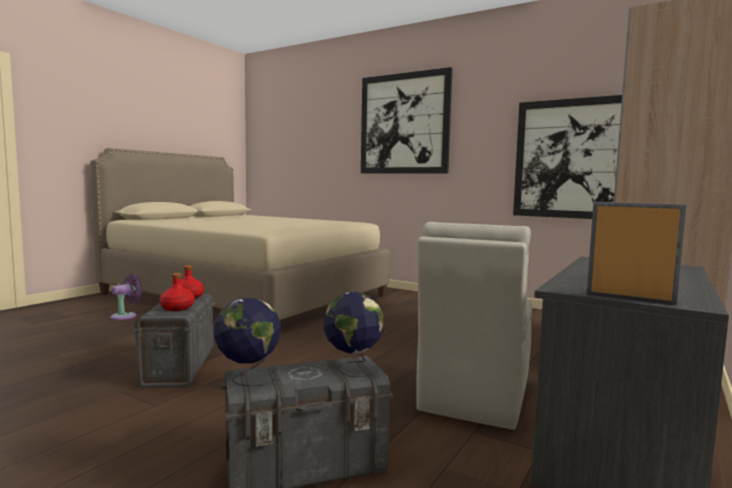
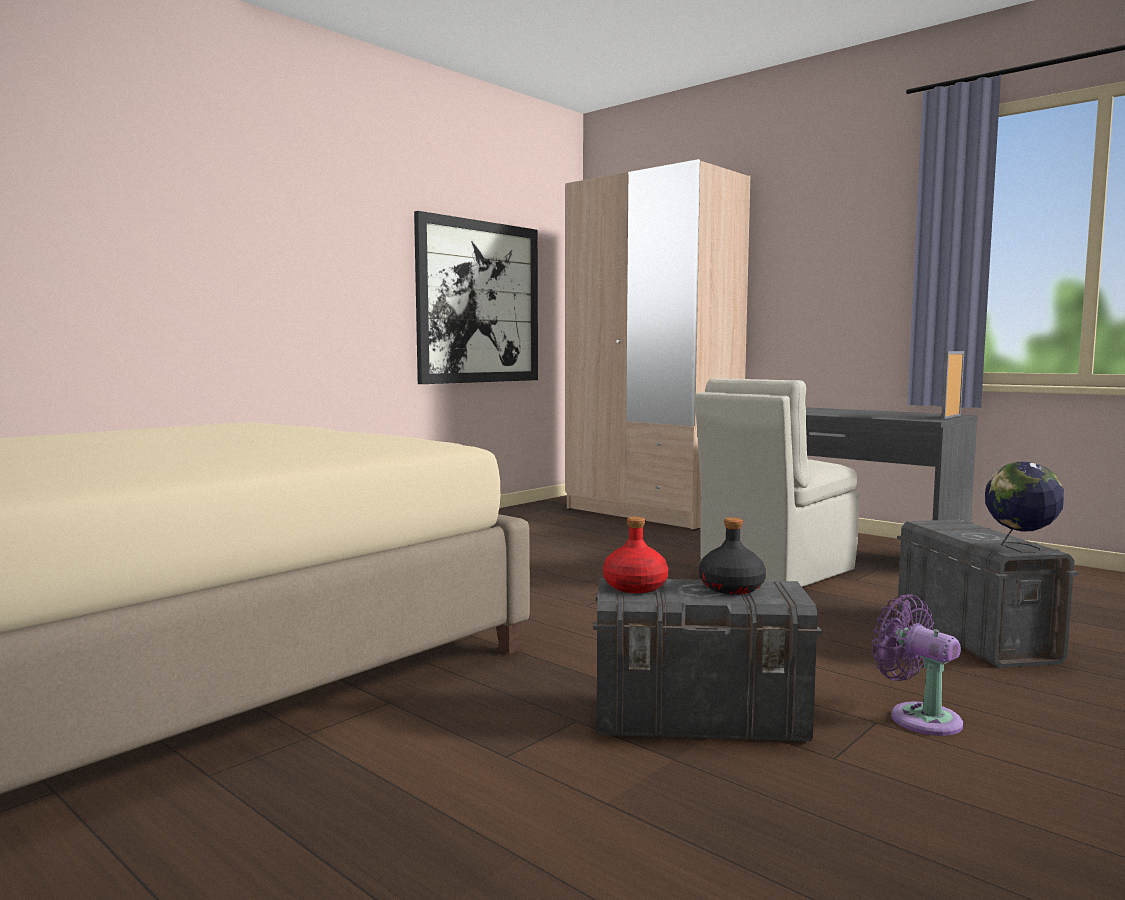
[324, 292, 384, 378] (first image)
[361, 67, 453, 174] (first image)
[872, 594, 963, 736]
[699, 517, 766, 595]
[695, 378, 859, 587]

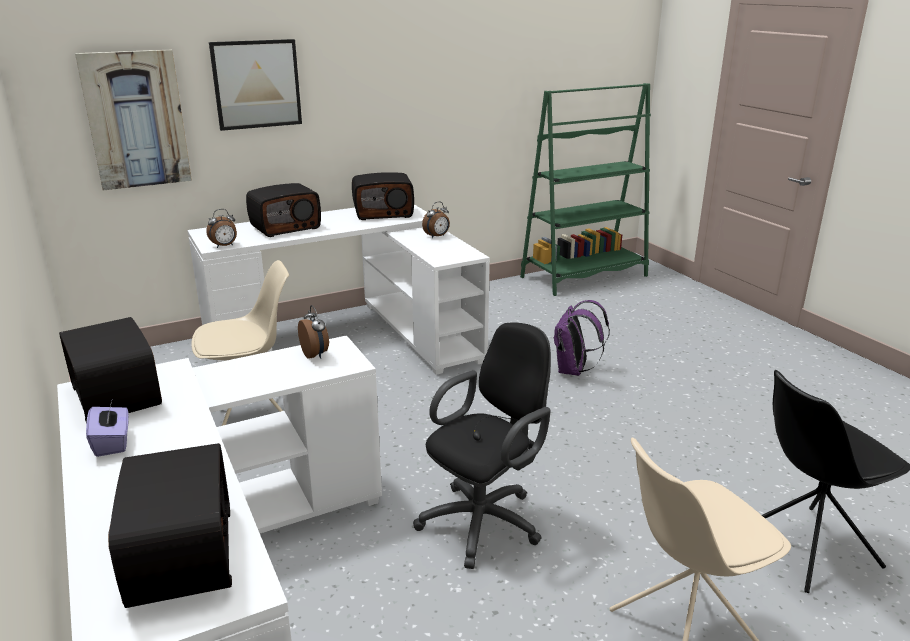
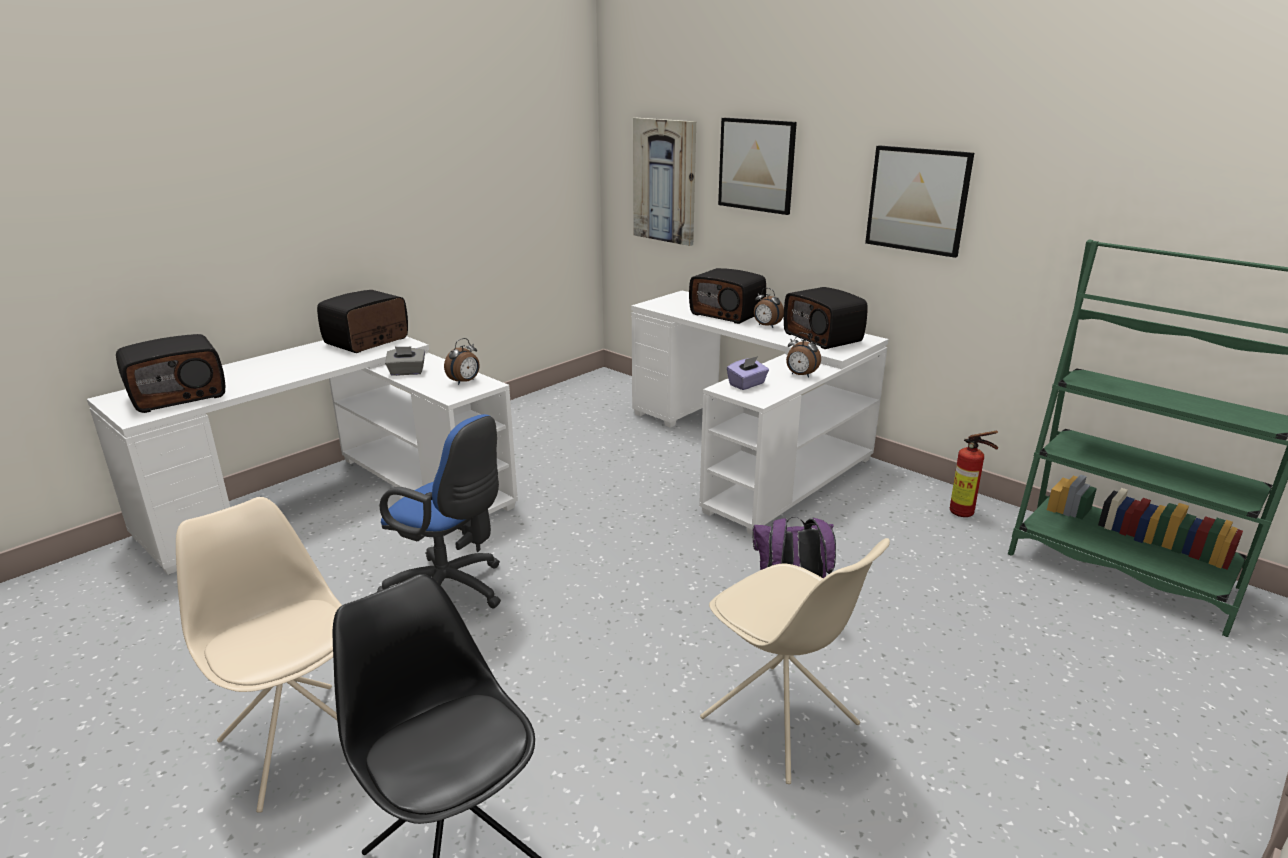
[385, 346, 425, 376]
[865, 145, 974, 258]
[950, 431, 998, 517]
[727, 356, 769, 390]
[700, 538, 890, 784]
[754, 288, 784, 328]
[377, 414, 501, 608]

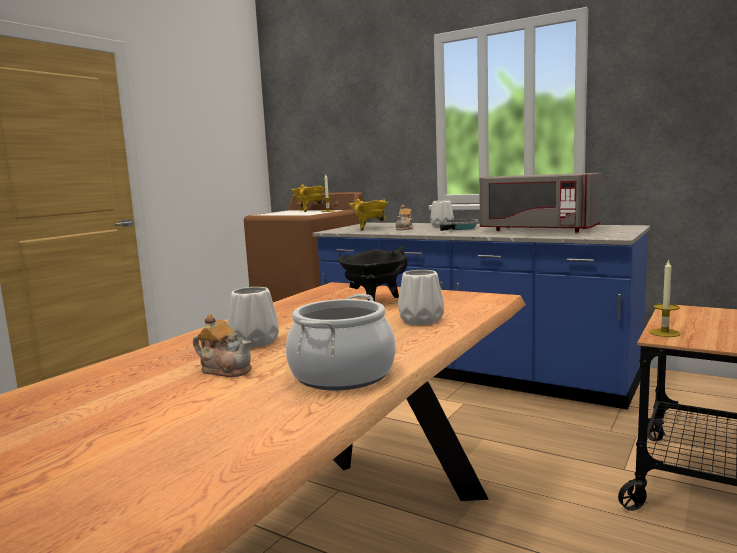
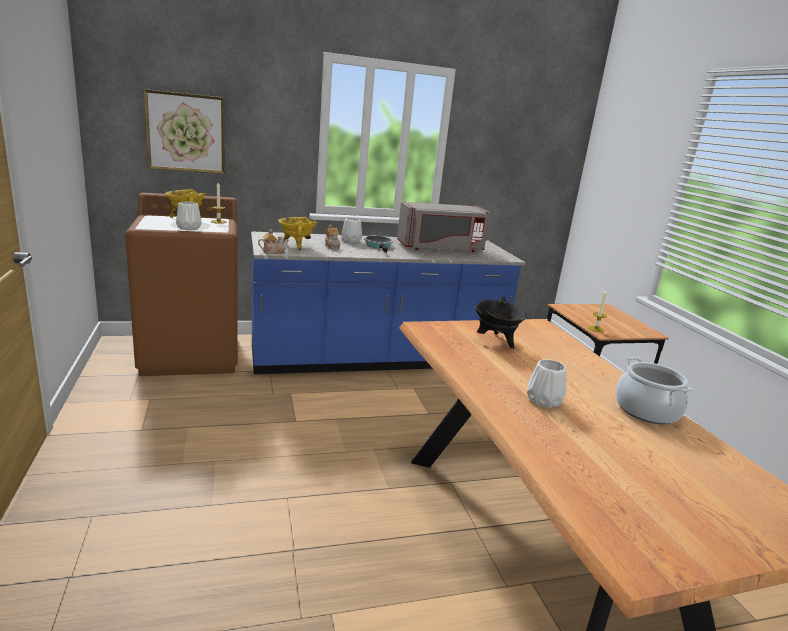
[144, 89, 225, 174]
[258, 229, 289, 254]
[176, 202, 201, 231]

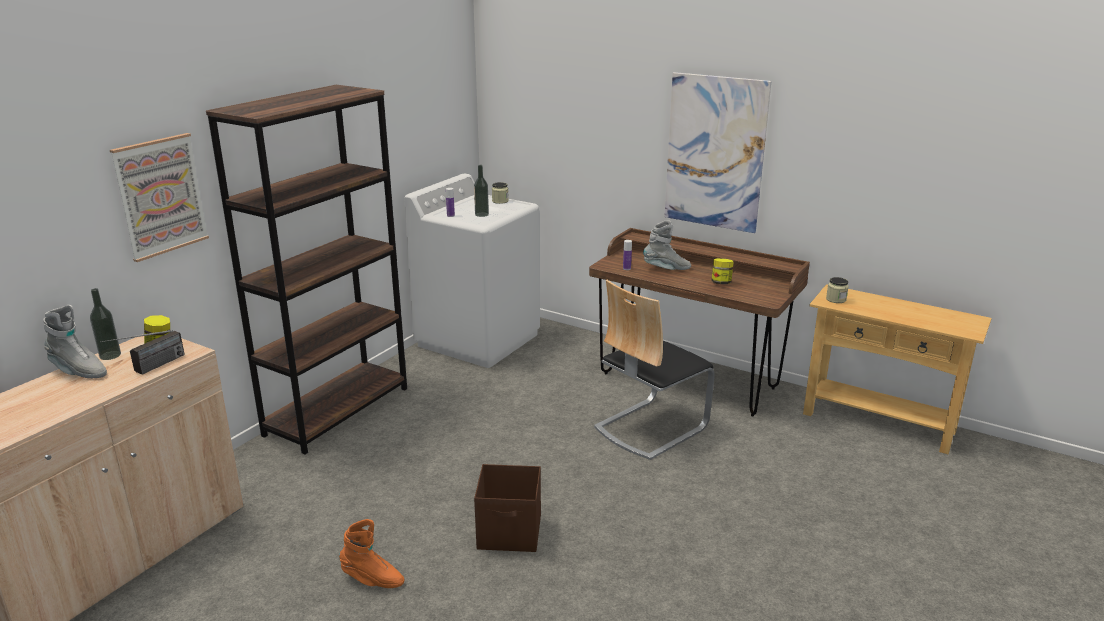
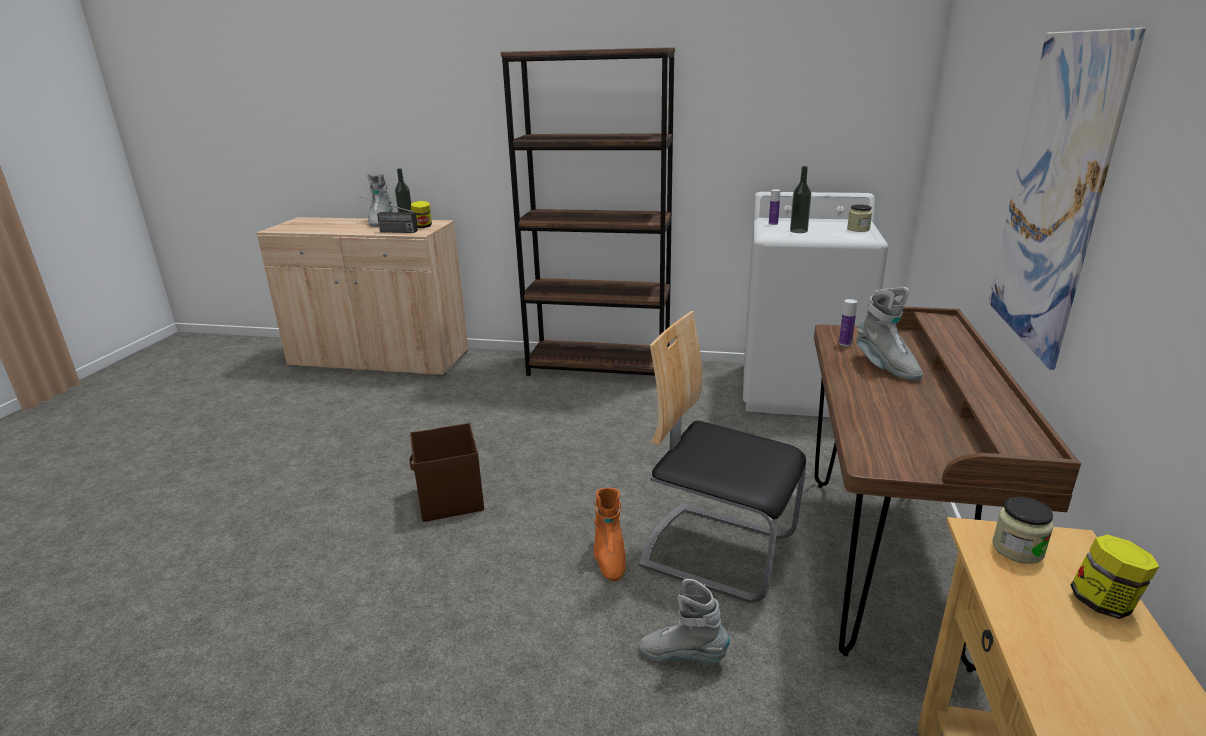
[110, 133, 209, 262] (first image)
[639, 579, 730, 664]
[594, 488, 626, 581]
[1071, 535, 1160, 619]

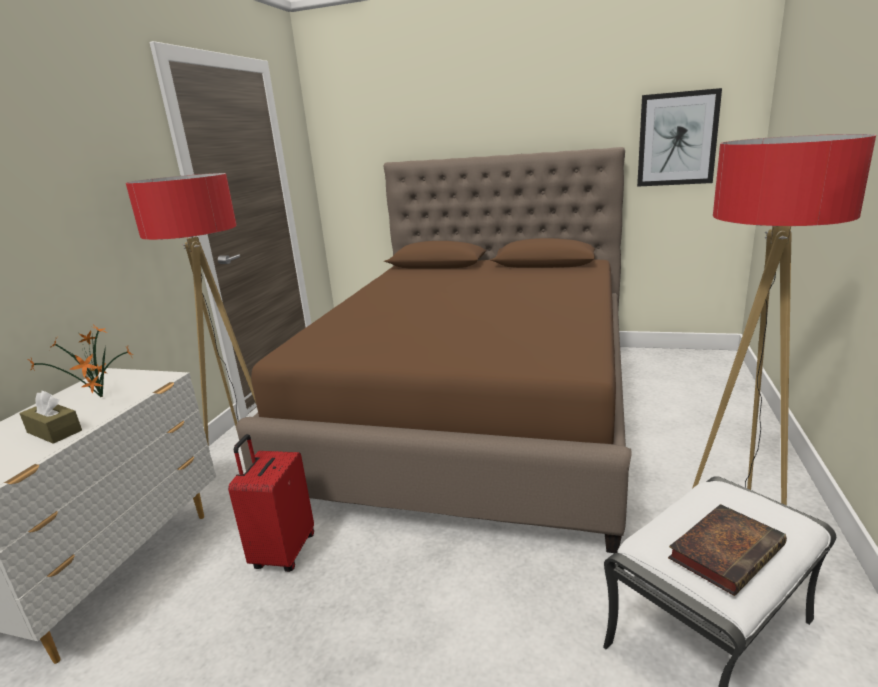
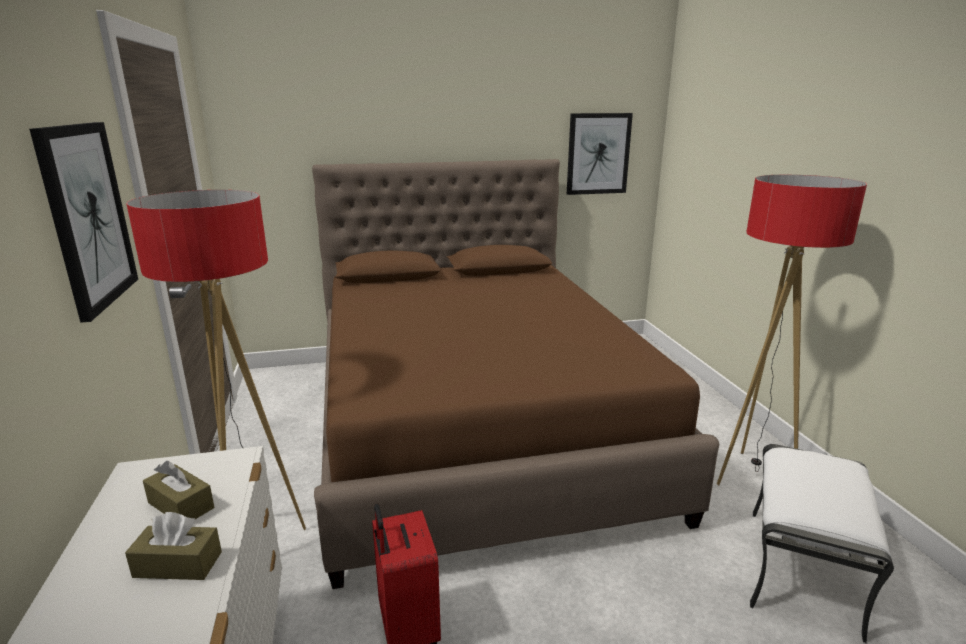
[668, 504, 787, 596] (first image)
[29, 122, 138, 323]
[143, 461, 214, 519]

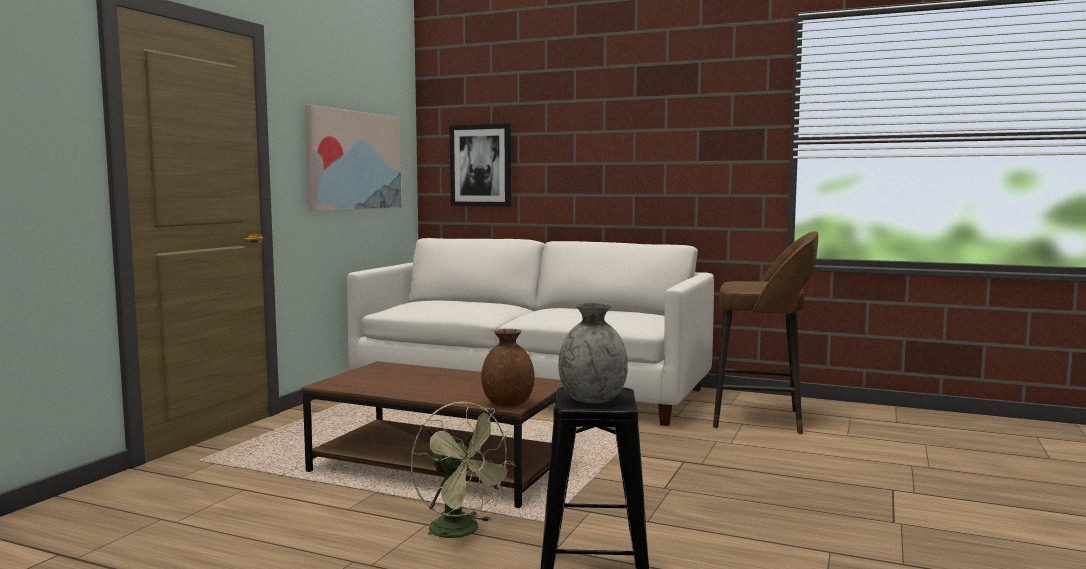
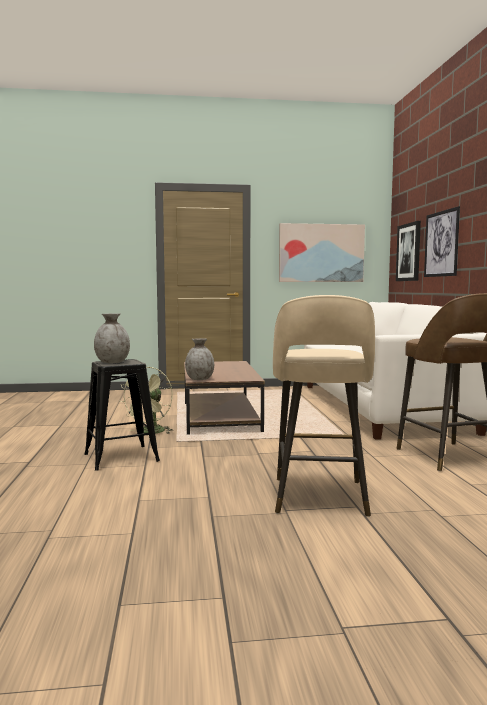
[273, 295, 375, 517]
[424, 206, 460, 277]
[185, 338, 214, 380]

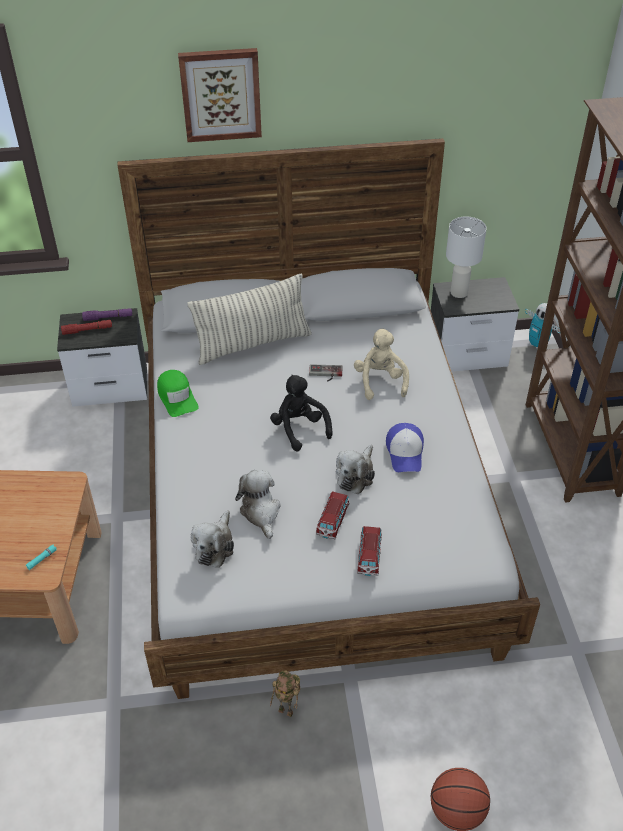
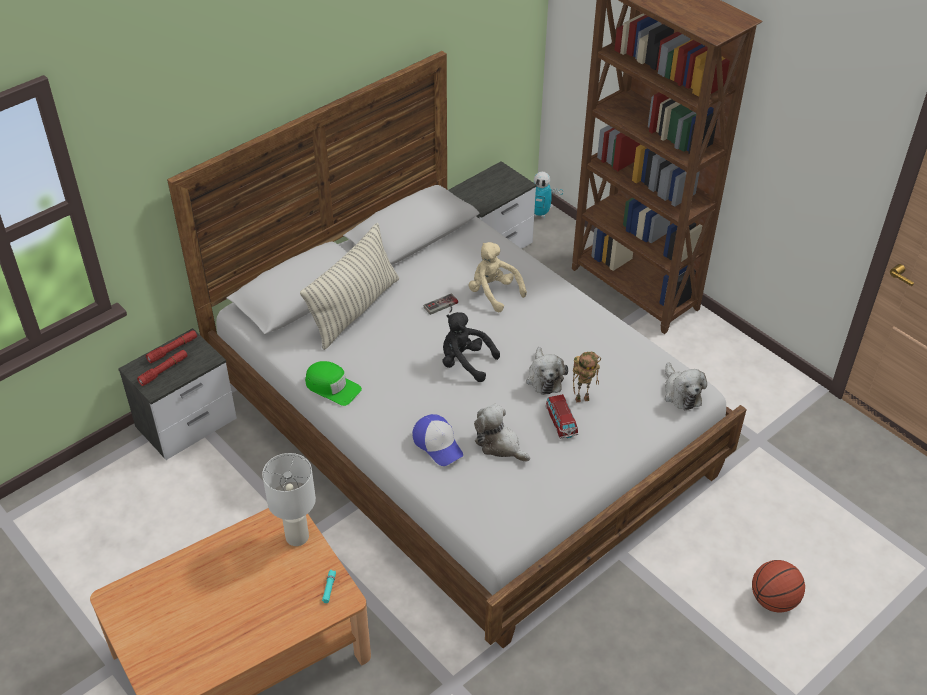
[178, 48, 262, 142] (first image)
[357, 526, 382, 576] (first image)
[664, 362, 707, 410]
[573, 352, 601, 403]
[412, 414, 463, 466]
[262, 453, 316, 546]
[146, 330, 197, 363]

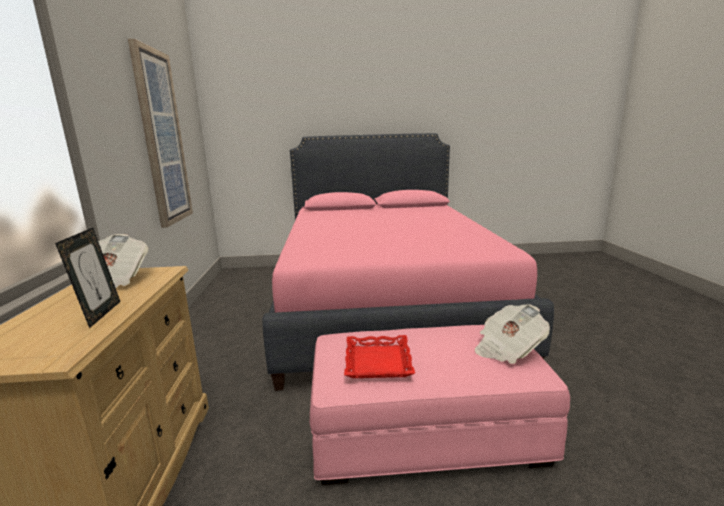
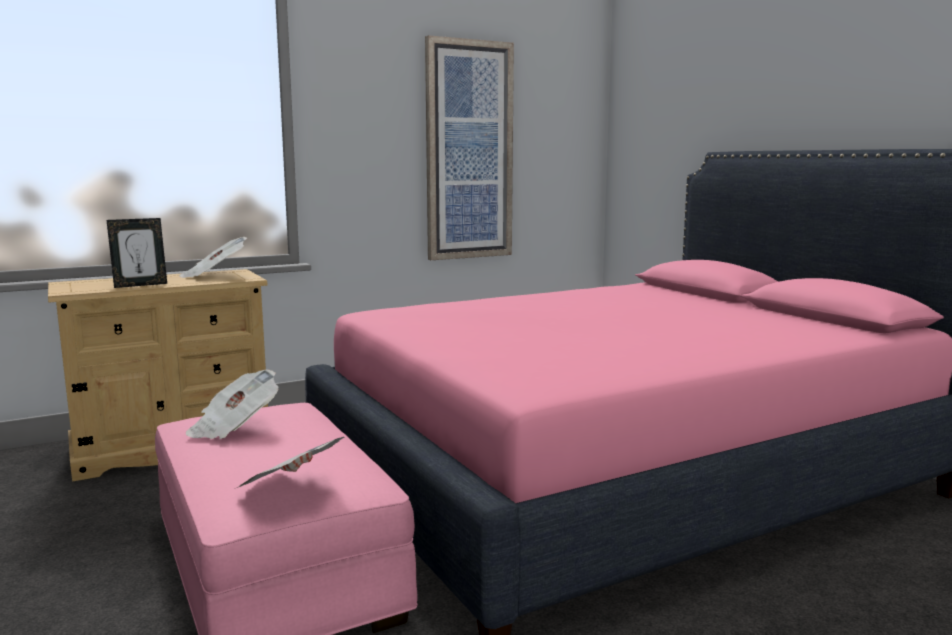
[186, 370, 279, 439]

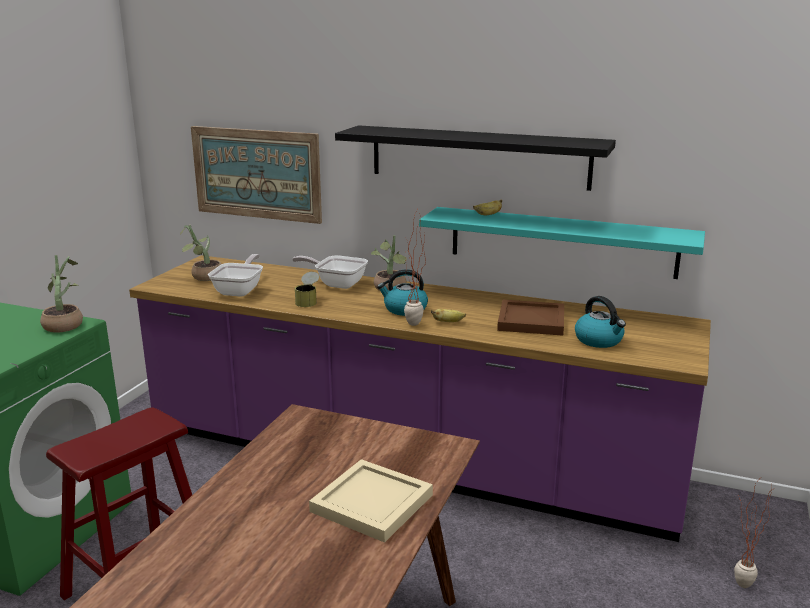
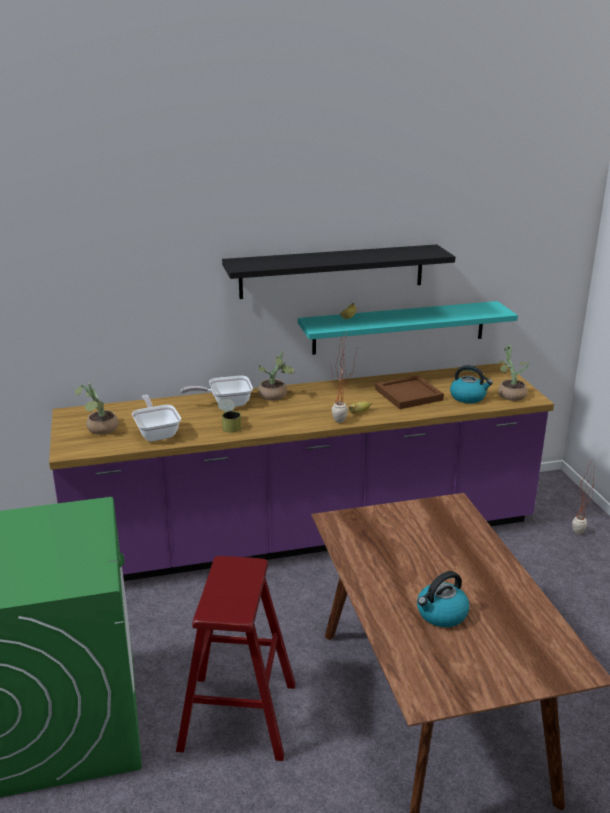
[191, 126, 322, 224] (first image)
[309, 459, 433, 543] (first image)
[496, 344, 529, 401]
[417, 571, 470, 627]

